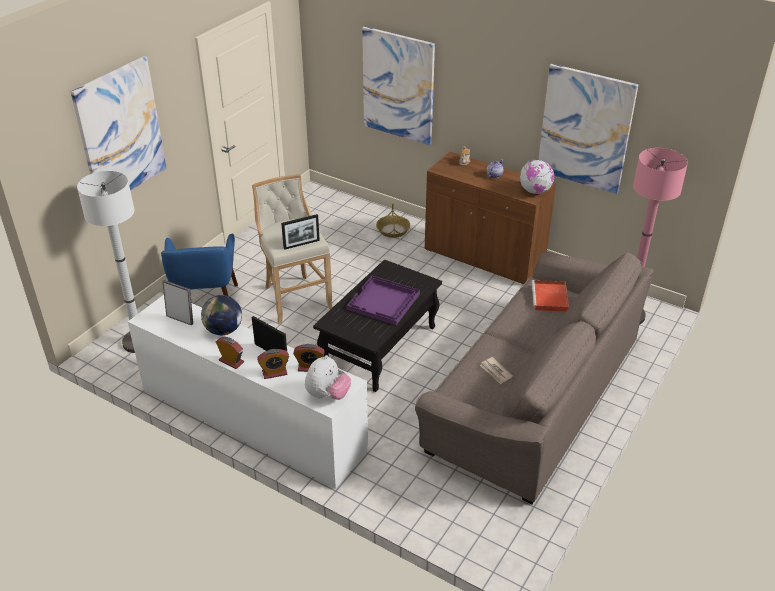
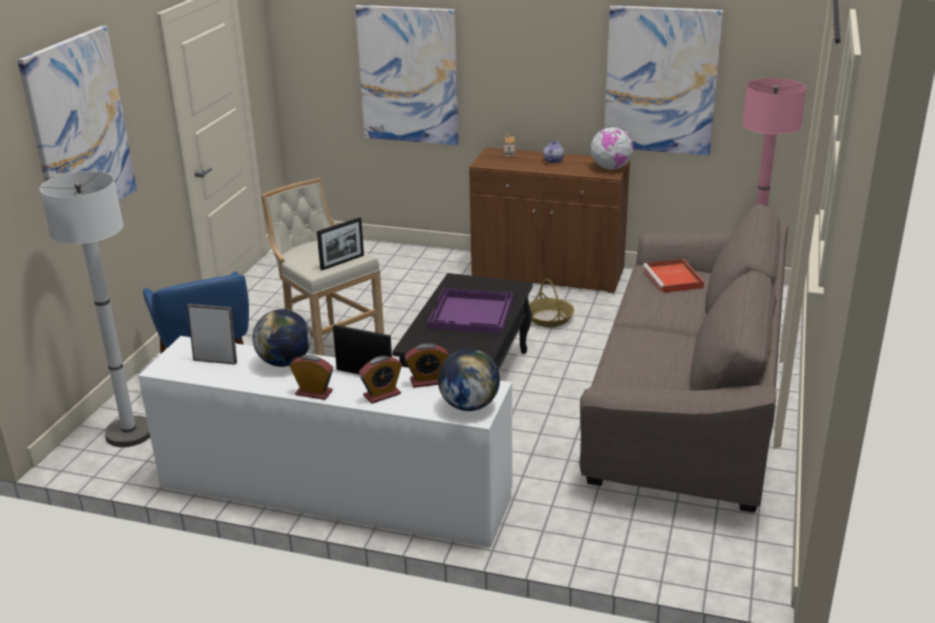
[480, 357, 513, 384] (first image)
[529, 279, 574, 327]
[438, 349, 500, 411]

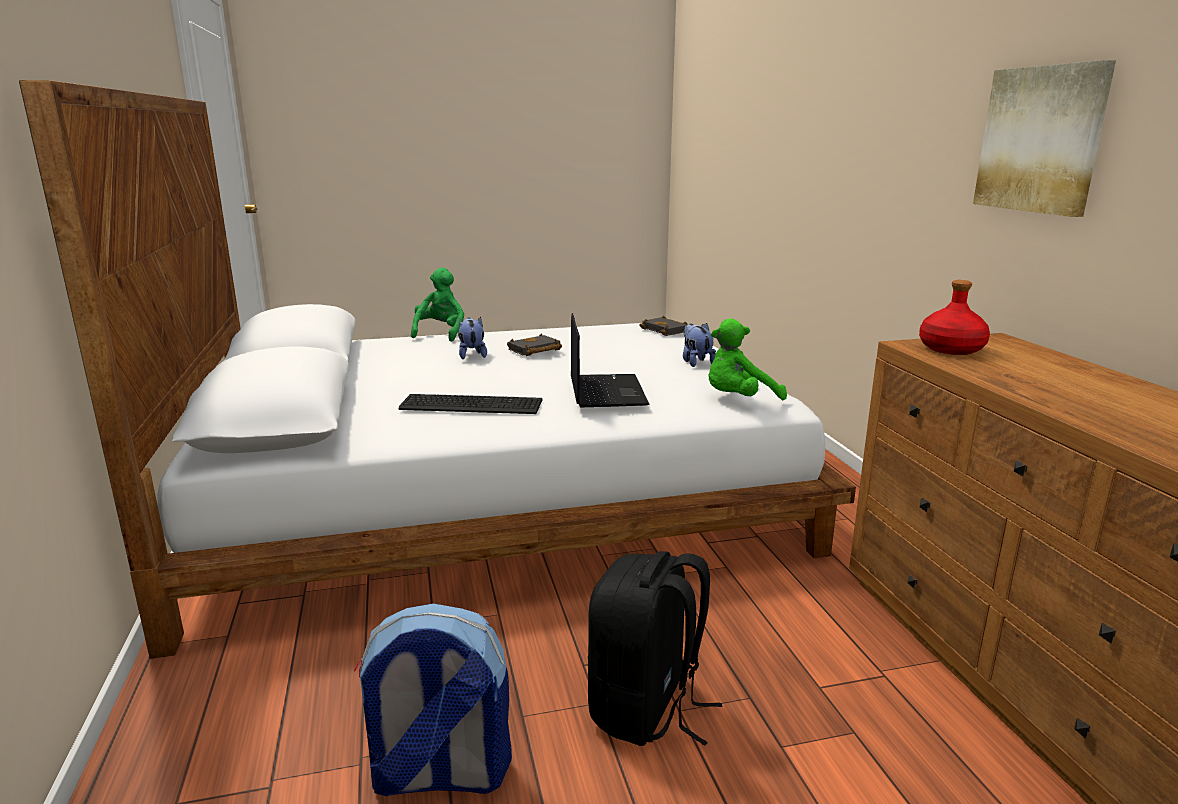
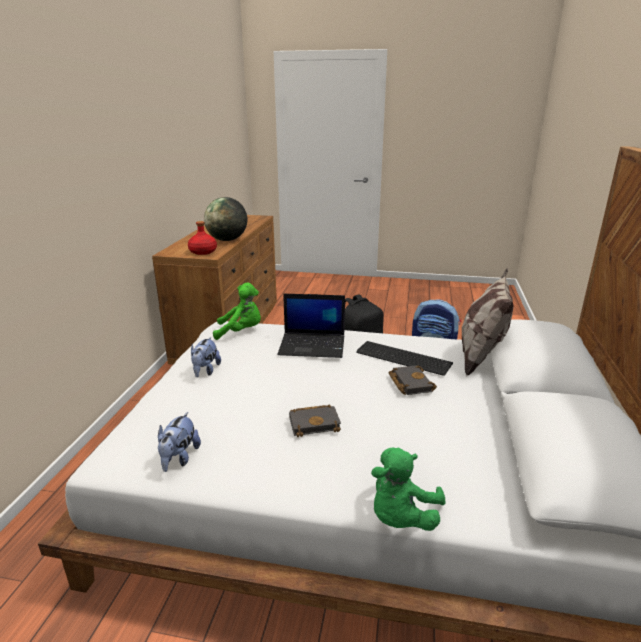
[973, 60, 1116, 217] (first image)
[204, 197, 247, 241]
[462, 268, 514, 375]
[158, 412, 201, 472]
[388, 365, 437, 395]
[277, 294, 345, 358]

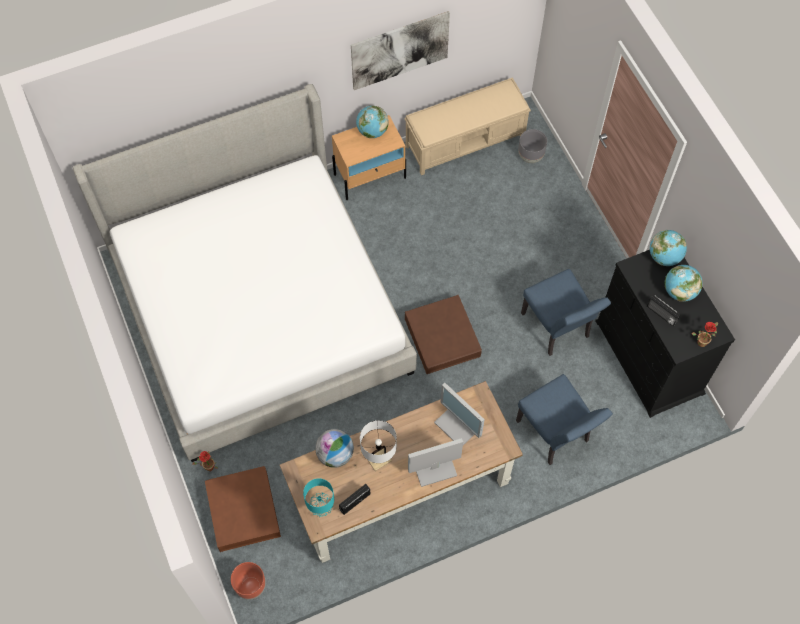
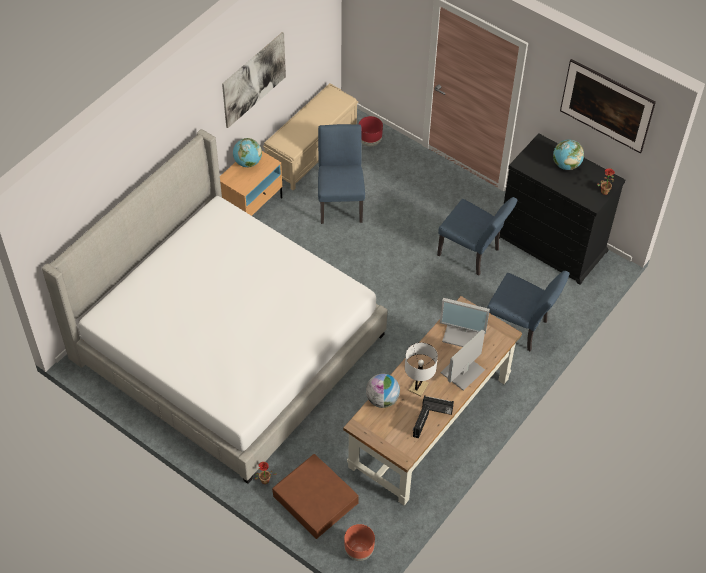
[303, 478, 334, 517] (first image)
[405, 295, 482, 374] (first image)
[650, 230, 687, 266] (first image)
[318, 124, 365, 224]
[560, 59, 656, 153]
[422, 395, 454, 415]
[359, 116, 383, 147]

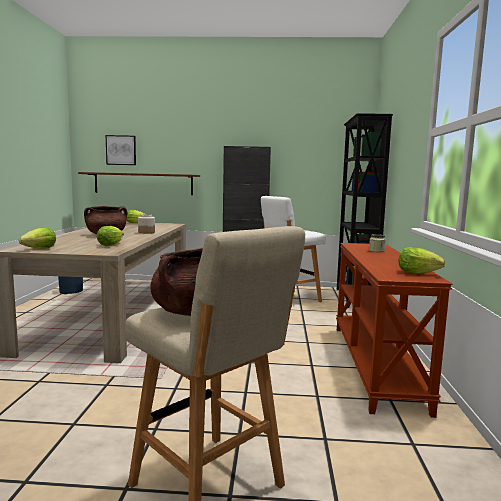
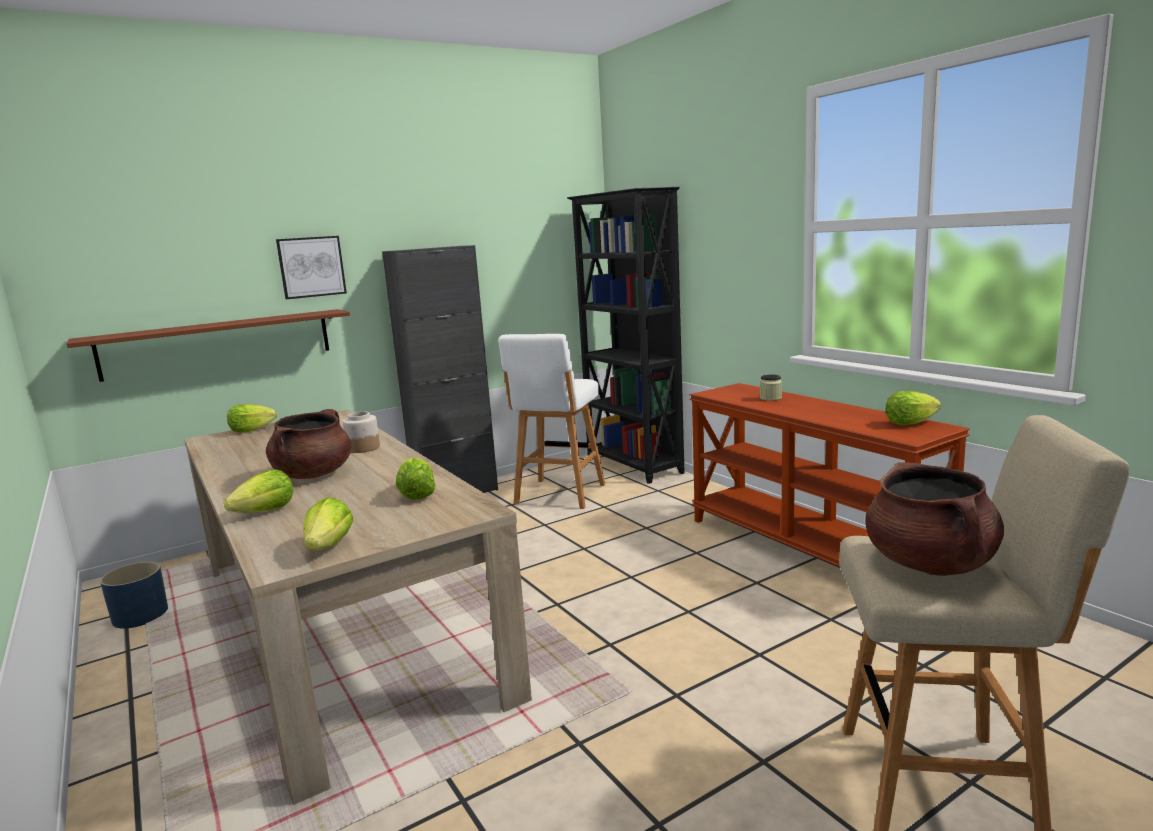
[224, 469, 293, 513]
[276, 236, 347, 299]

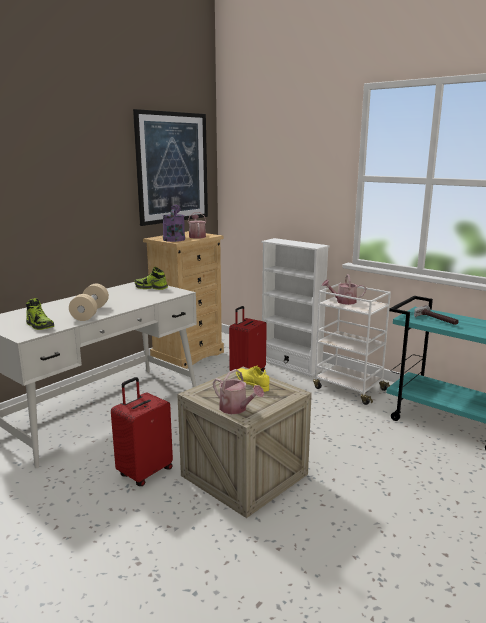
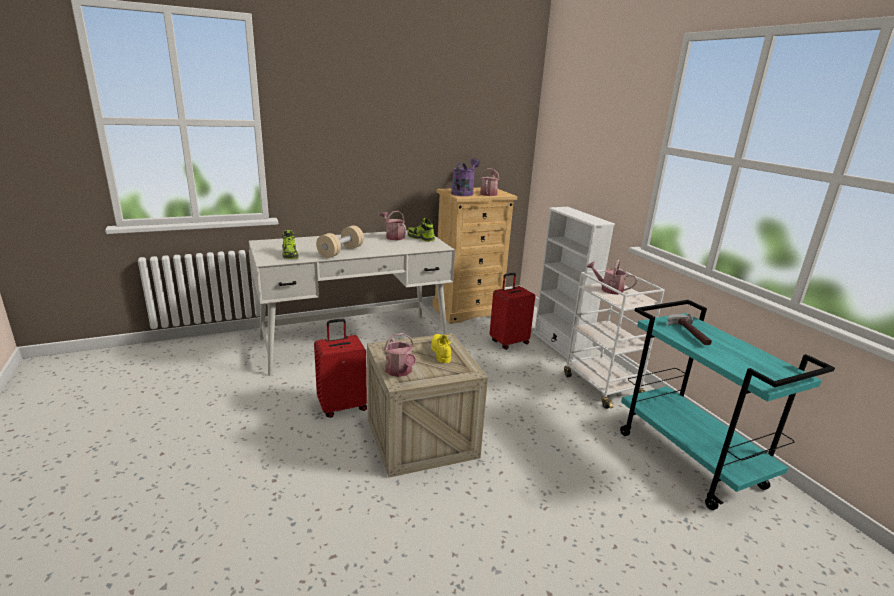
[133, 109, 208, 226] (first image)
[380, 211, 406, 240]

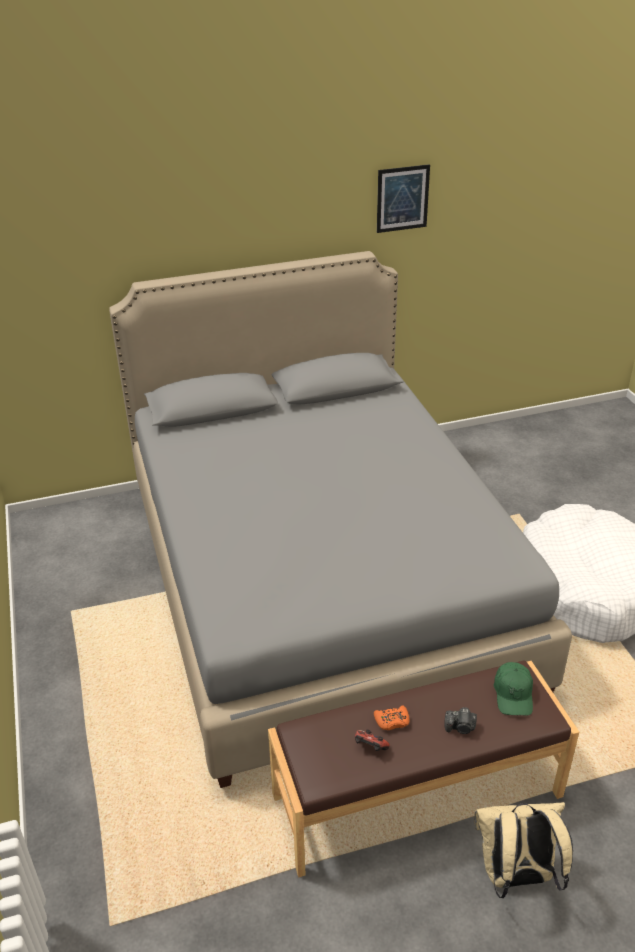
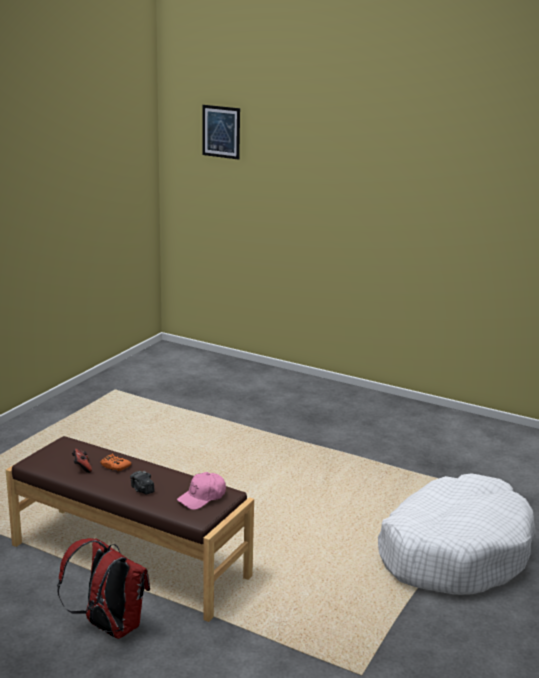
[109, 251, 572, 788] (first image)
[202, 105, 240, 160]
[57, 538, 150, 639]
[177, 472, 226, 510]

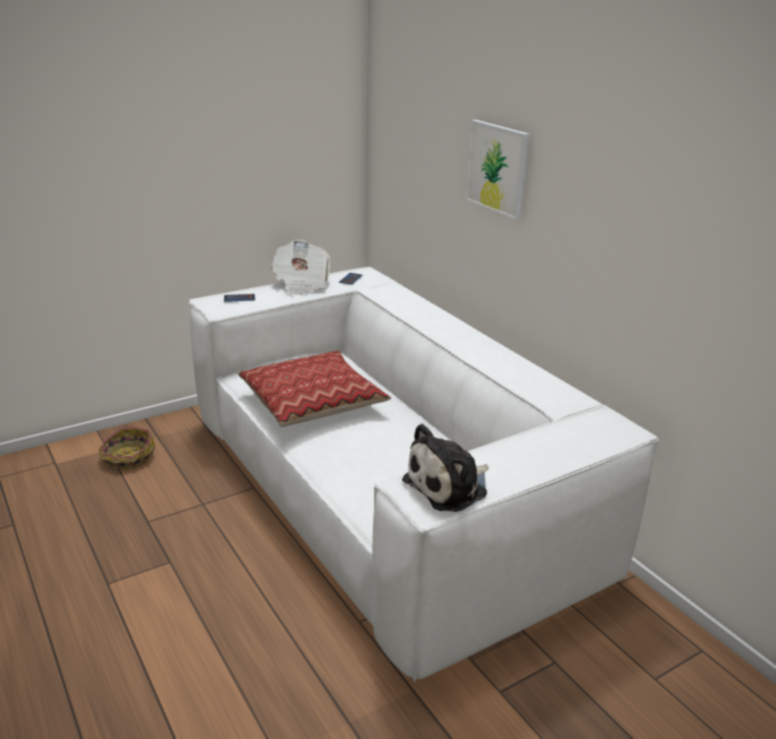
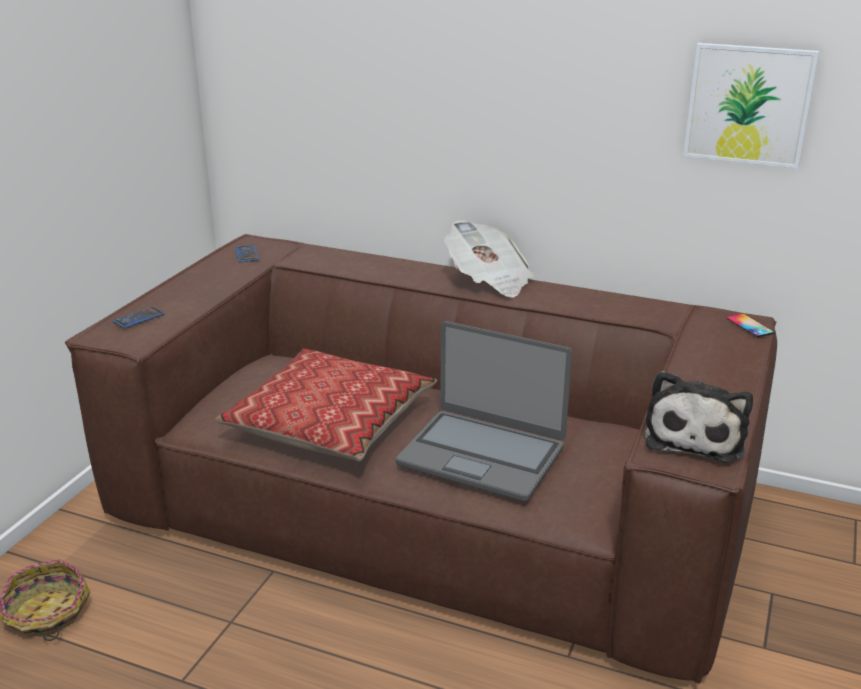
[396, 321, 572, 501]
[727, 313, 775, 337]
[444, 220, 534, 298]
[683, 43, 819, 169]
[65, 234, 777, 684]

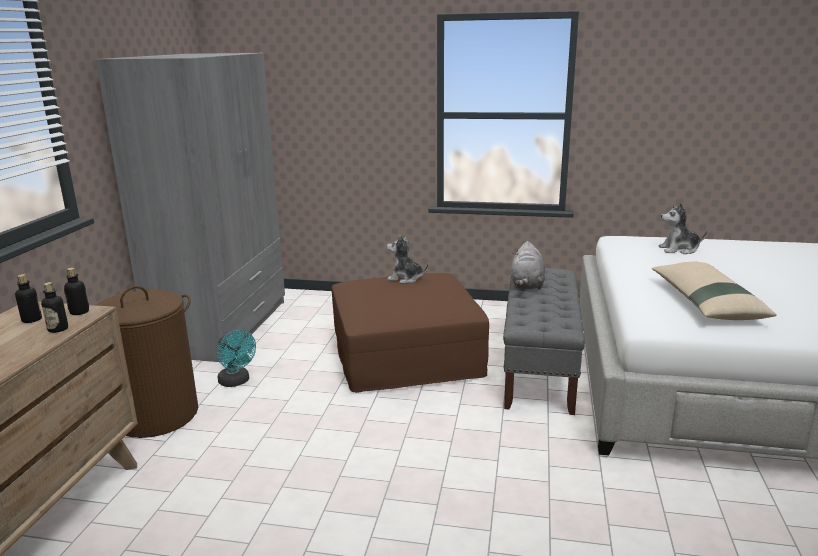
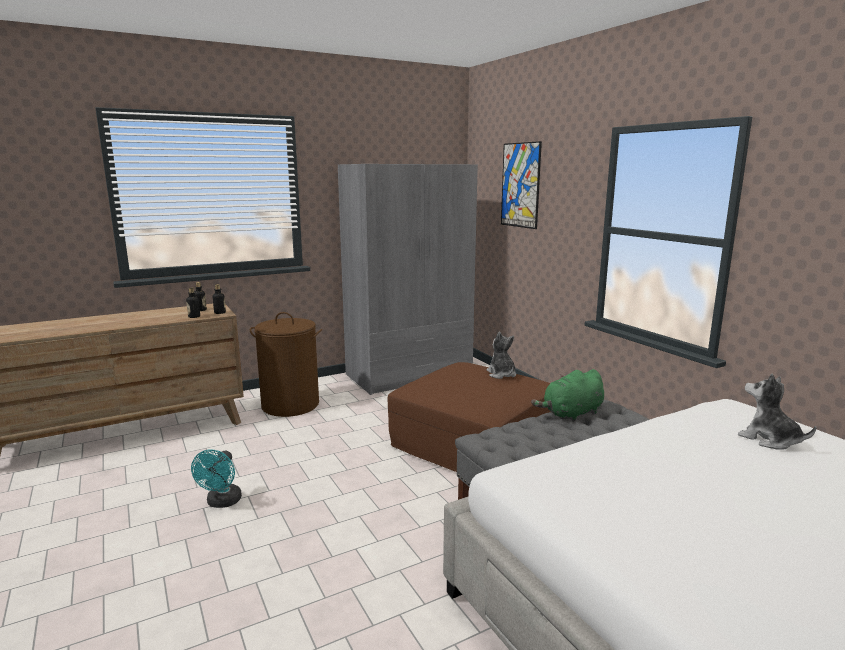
[652, 262, 777, 320] (first image)
[501, 141, 542, 229]
[191, 449, 242, 508]
[531, 369, 604, 422]

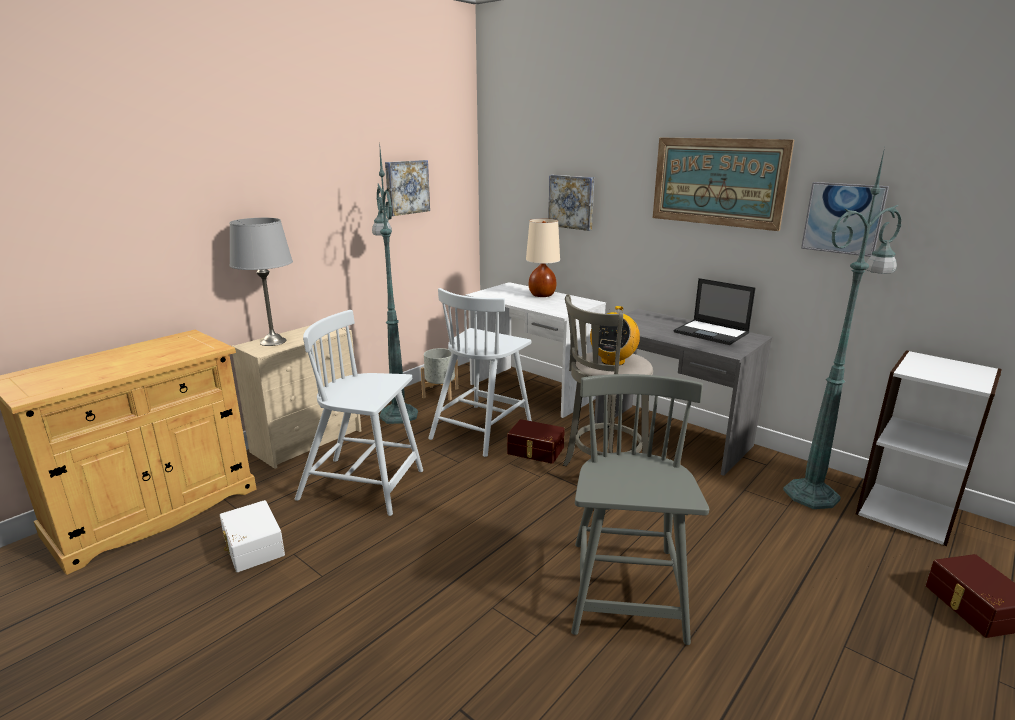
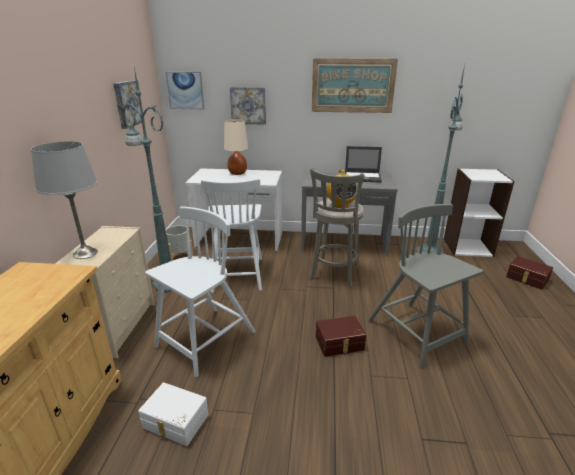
[316, 316, 367, 357]
[166, 72, 204, 109]
[145, 206, 255, 377]

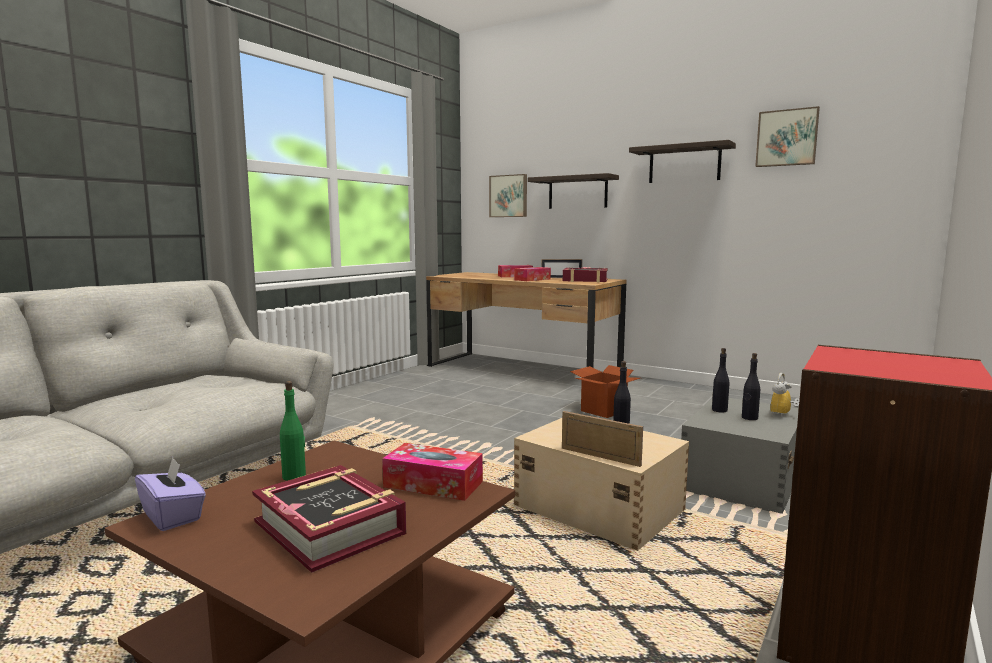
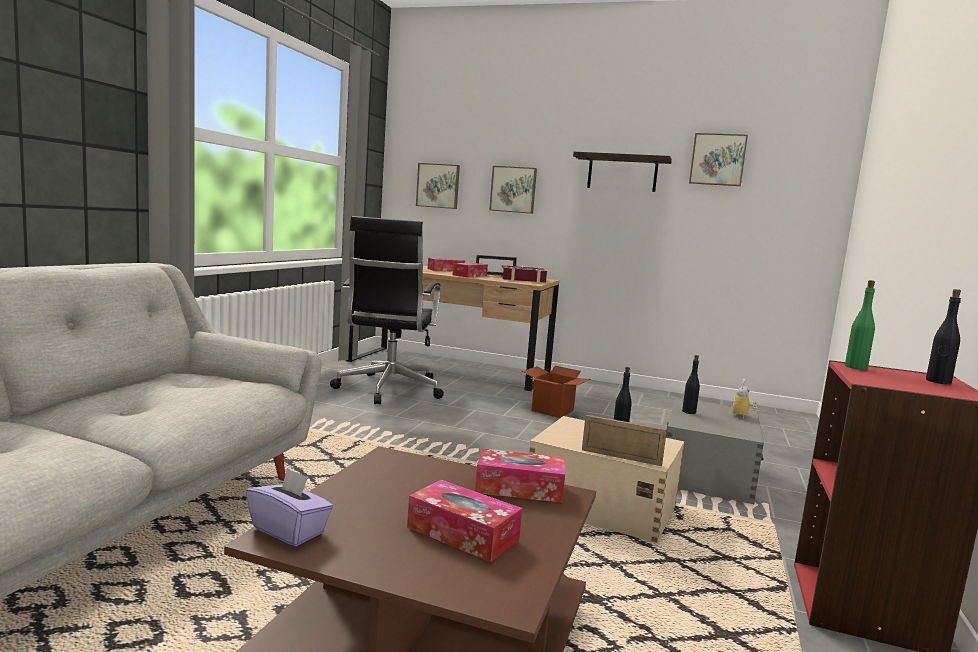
[330, 216, 444, 404]
[845, 280, 875, 370]
[926, 289, 961, 384]
[407, 480, 522, 562]
[489, 166, 537, 214]

